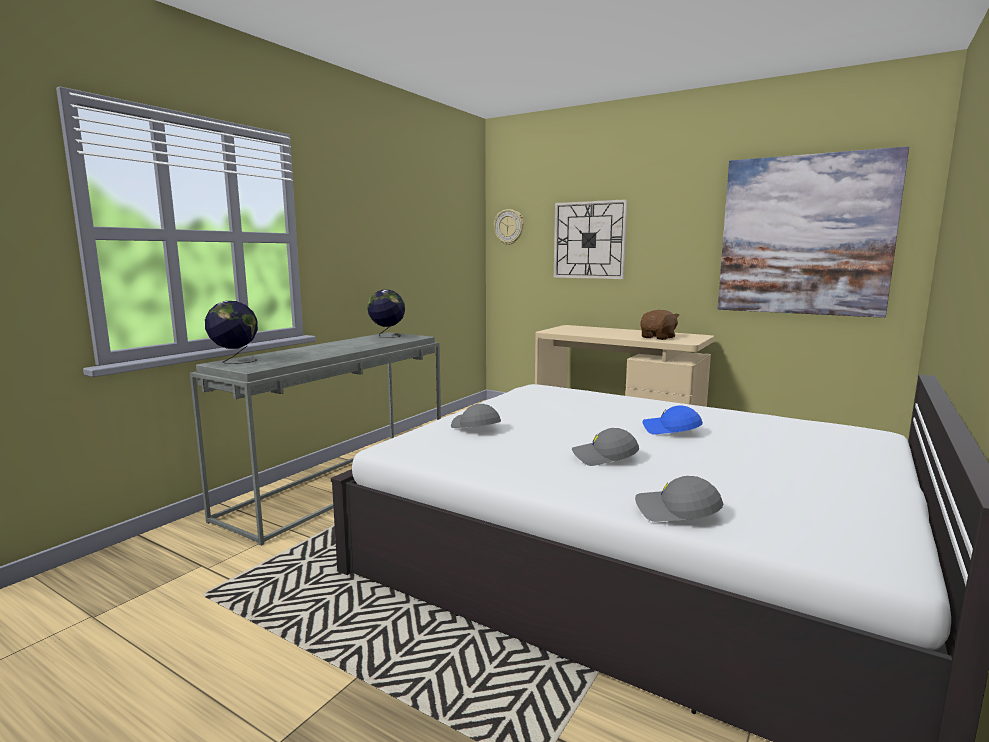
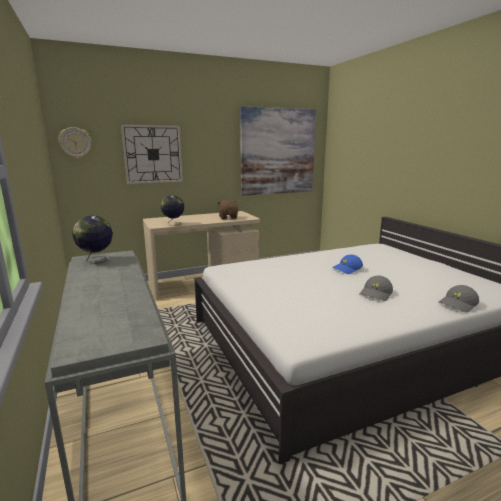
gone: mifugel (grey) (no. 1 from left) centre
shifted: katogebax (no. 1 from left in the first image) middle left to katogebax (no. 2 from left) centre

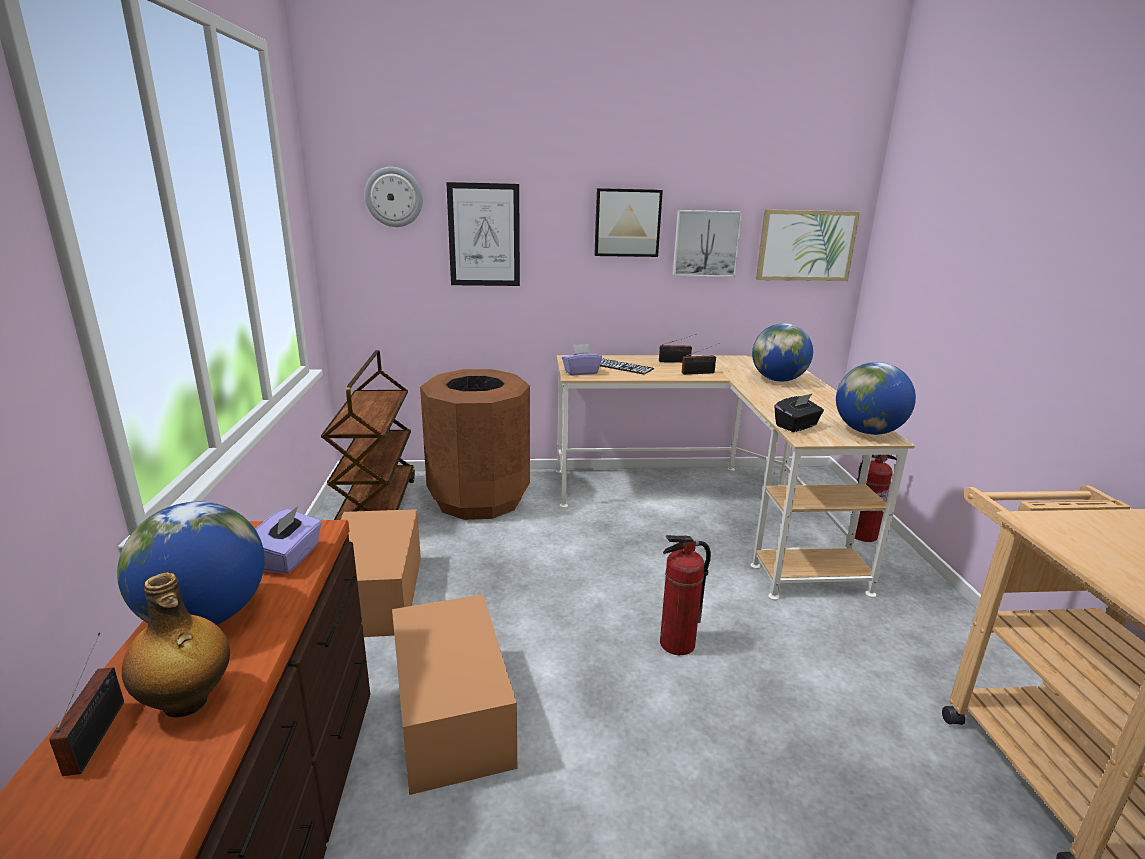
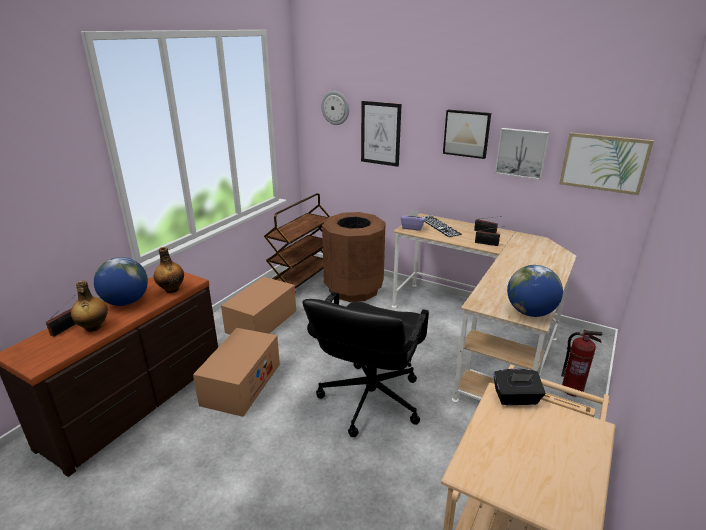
gone: katogebax (no. 2 from left) middle right
shifted: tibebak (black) middle right to bottom right
swapped: tibebak (purple) (no. 1 from left) middle left to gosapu (no. 2 from left) middle left; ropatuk (no. 1 from left) bottom centre to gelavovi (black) bottom centre

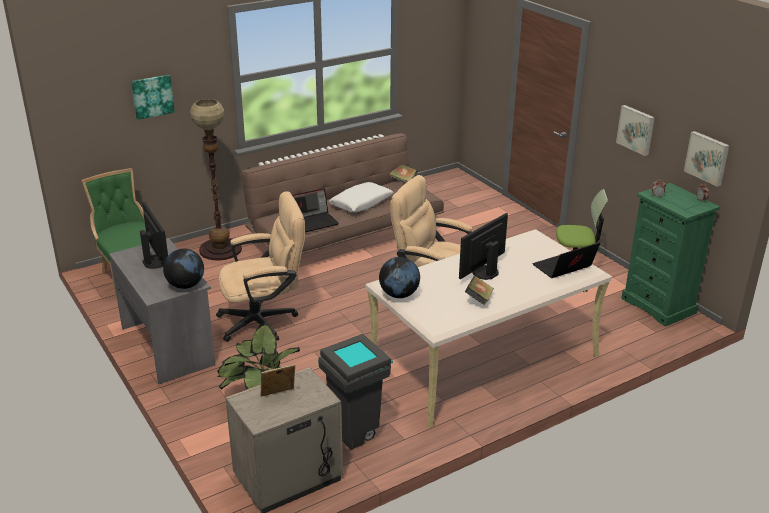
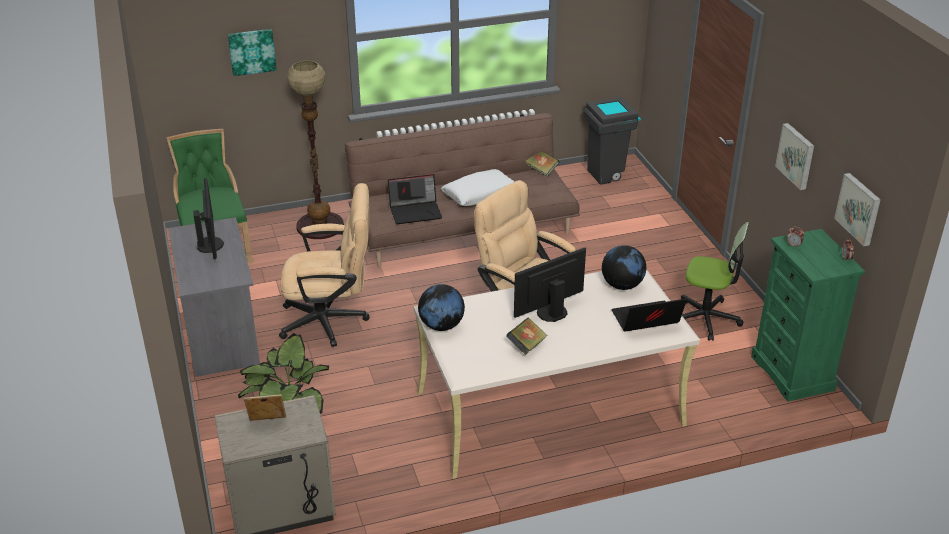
shifted: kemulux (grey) bottom centre to top centre; katogebax (no. 1 from left in the first image) middle left to katogebax (no. 2 from left) centre

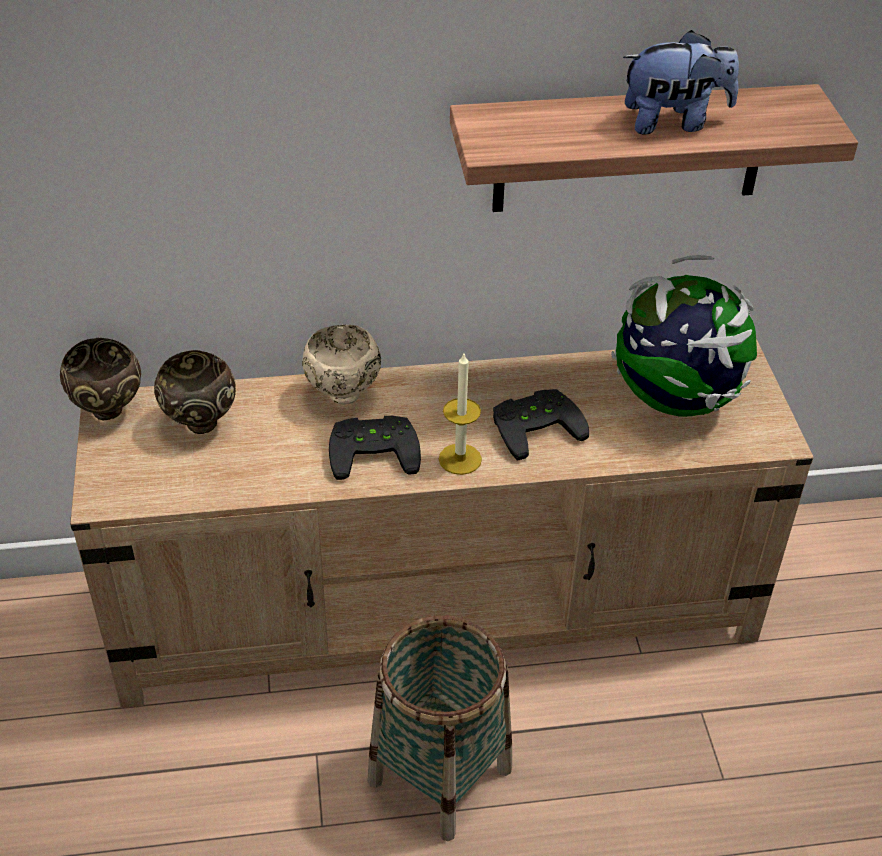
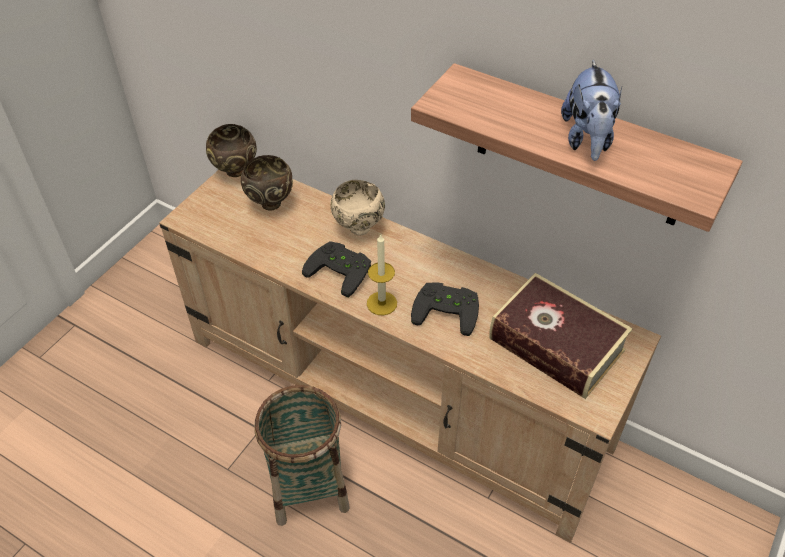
swapped: katogebax middle right to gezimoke middle right
rotated: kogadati top right = top right 60 degrees clockwise

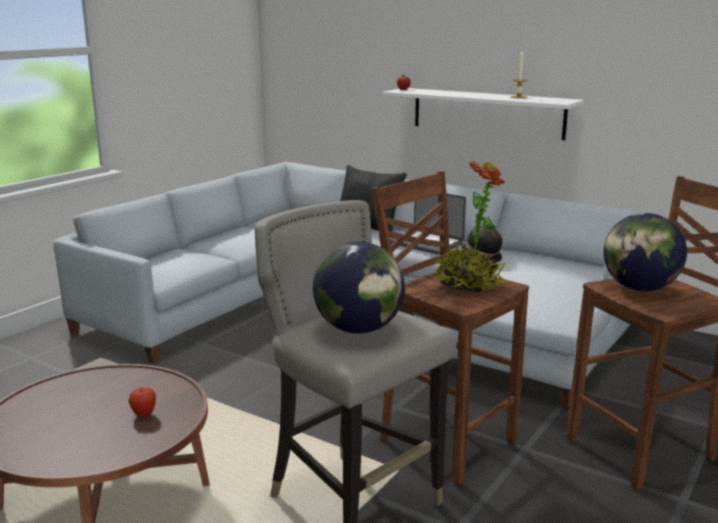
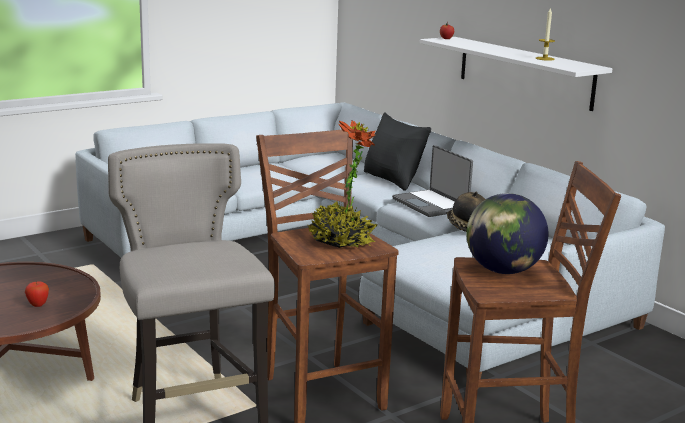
gone: katogebax (no. 1 from left) centre

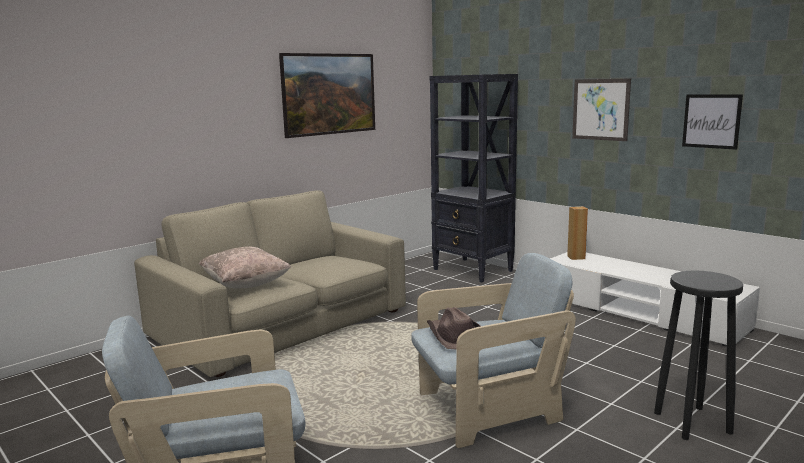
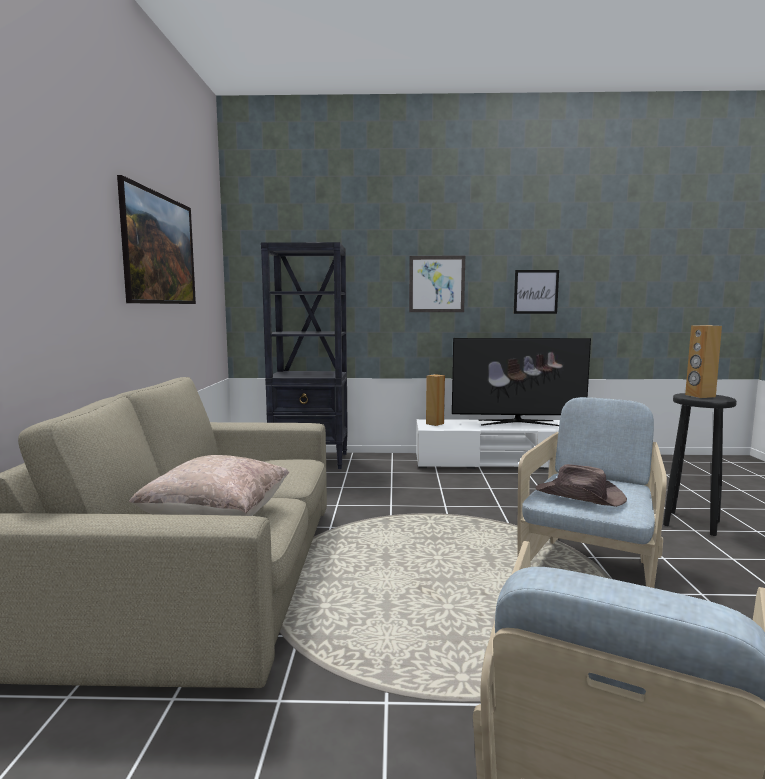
new: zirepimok middle right; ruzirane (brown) (no. 2 from left) middle right

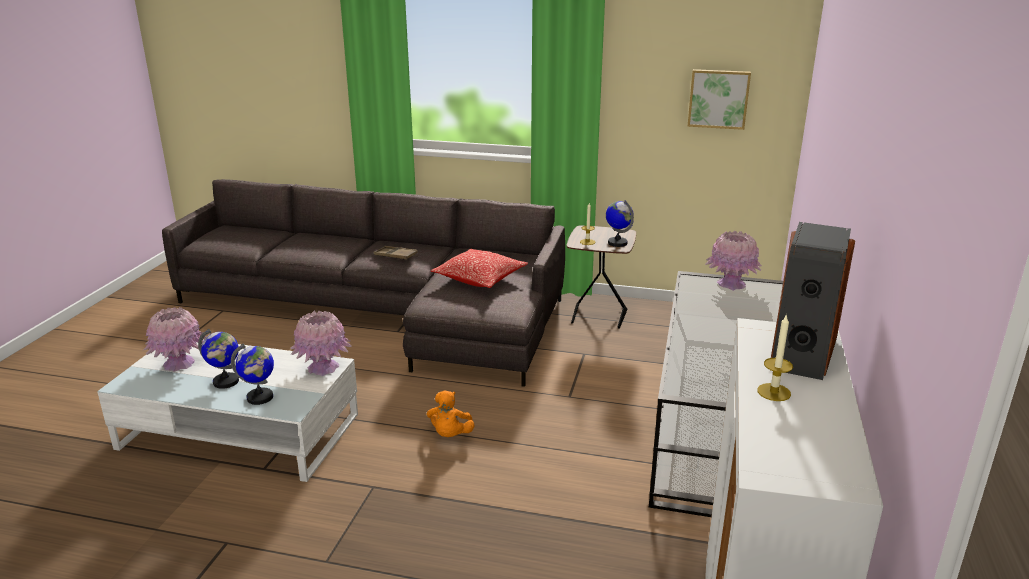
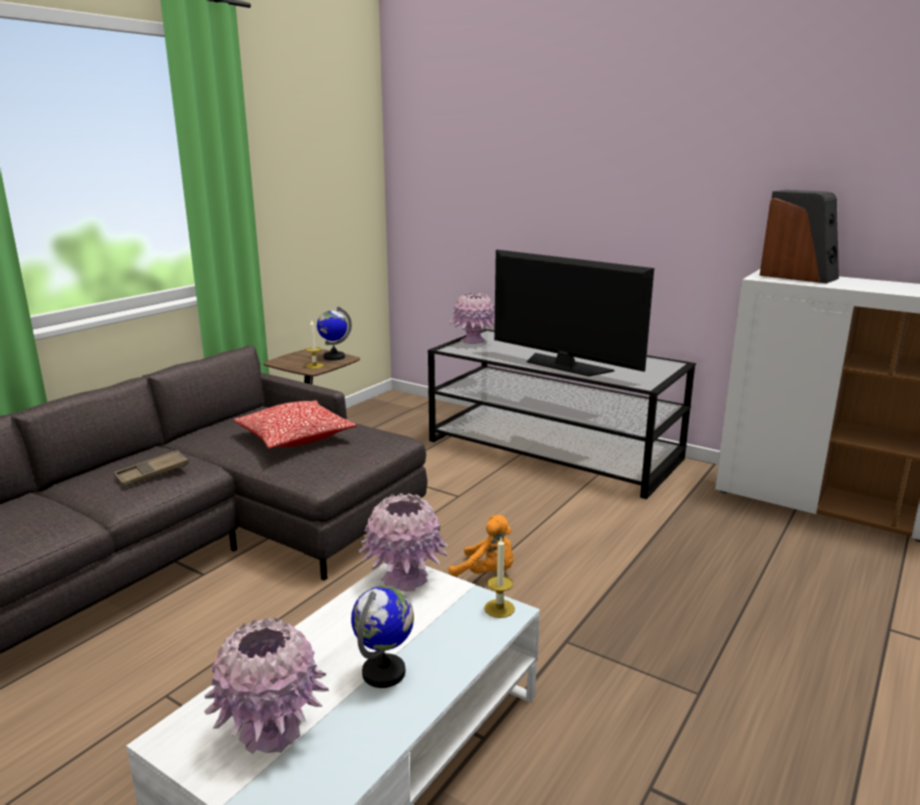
gone: katogebax (no. 2 from left) middle left; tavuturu top right
new: zirepimok centre
shifted: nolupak (no. 2 from left) middle right to bottom centre

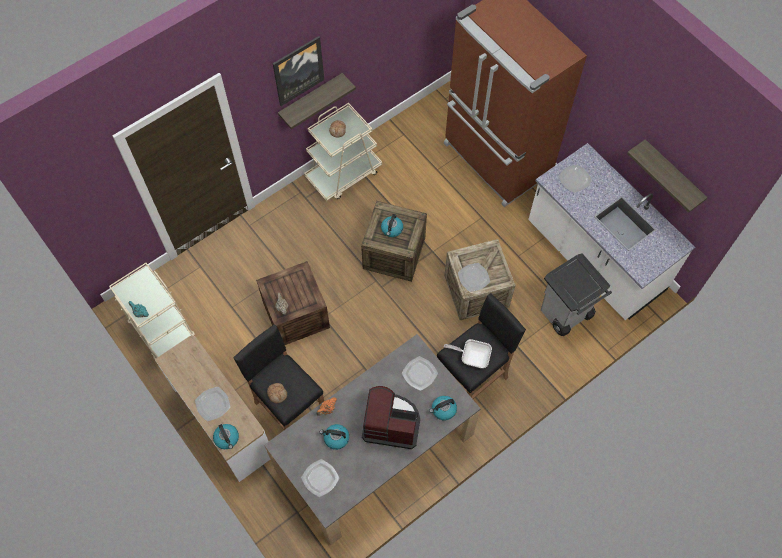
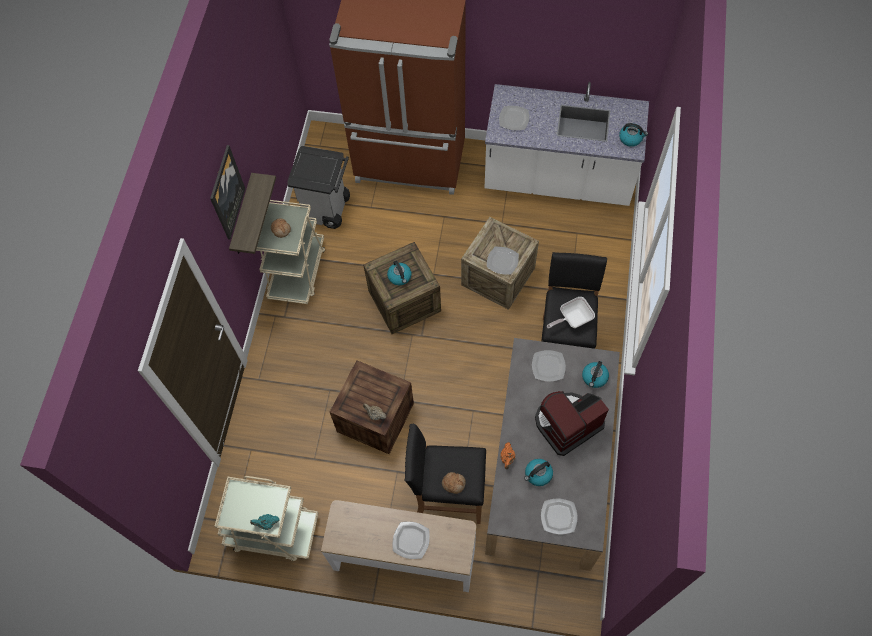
gone: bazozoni (no. 2 from left) top right
shifted: kemulux (grey) middle right to top centre; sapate (no. 1 from left in the first image) bottom left to sapate (no. 4 from left) top right

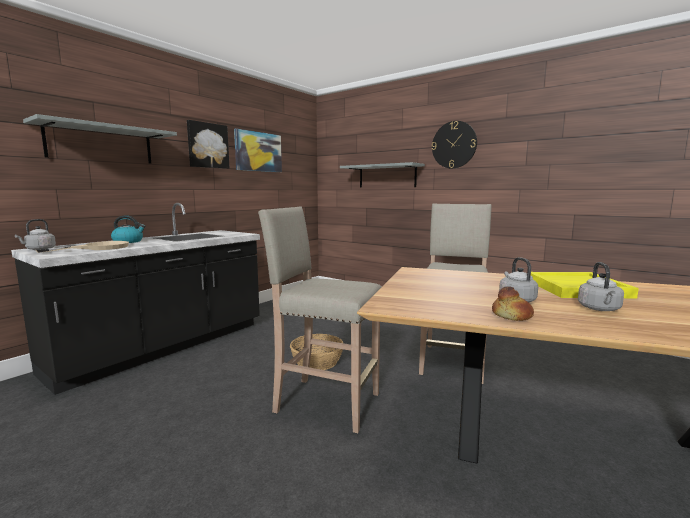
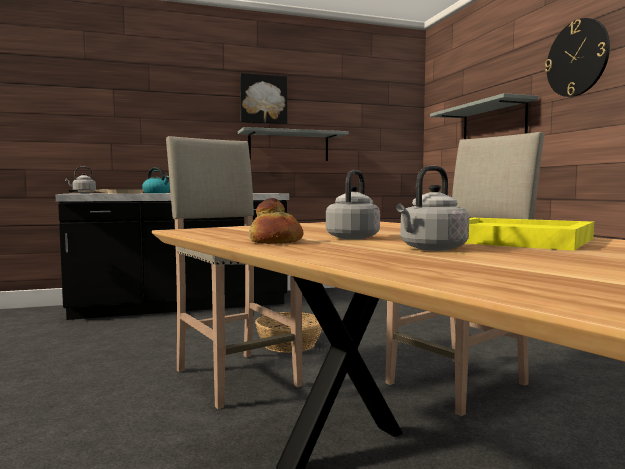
gone: tavuturu (no. 2 from left) top centre
shifted: bazozoni (grey) (no. 1 from left) top left to top centre

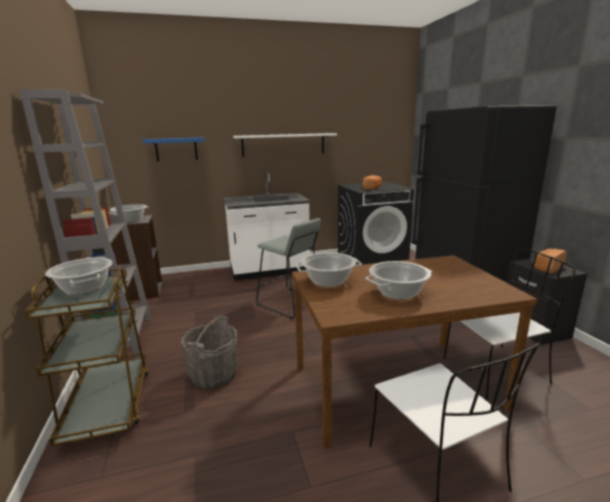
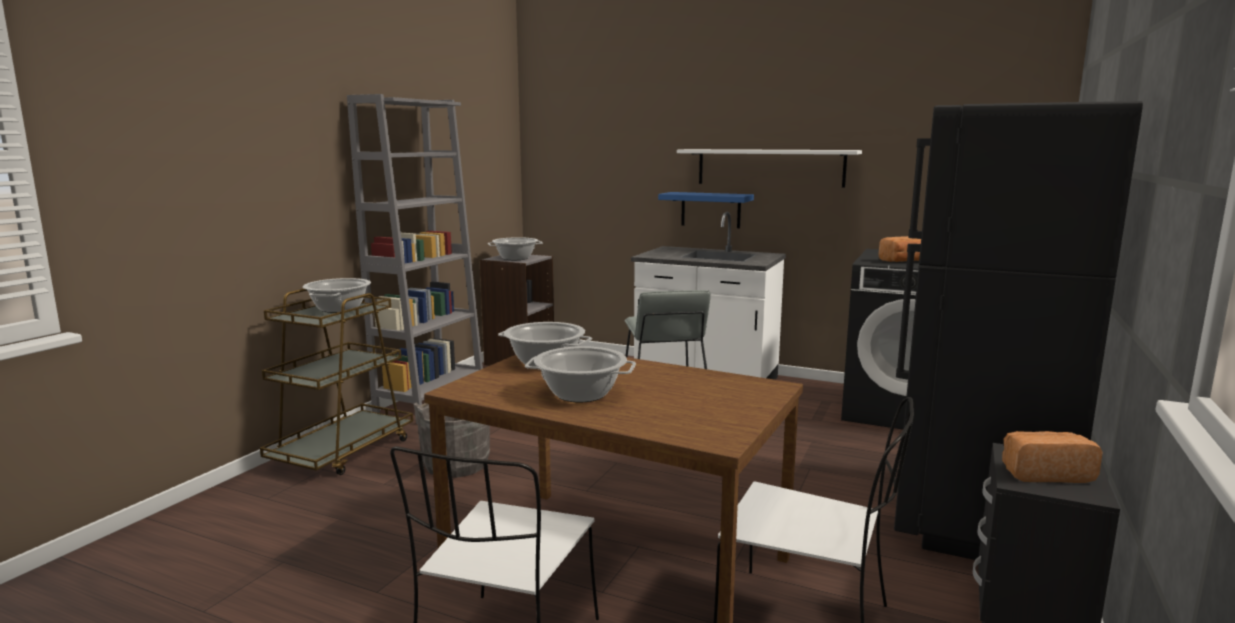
shifted: bazozoni (blue) top left to centre

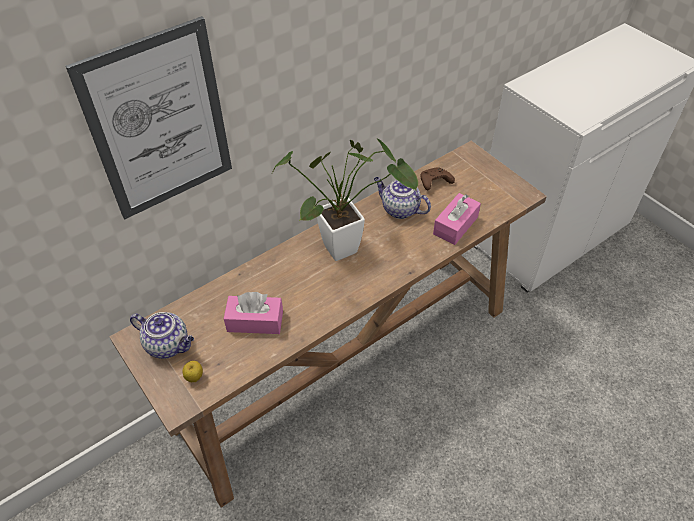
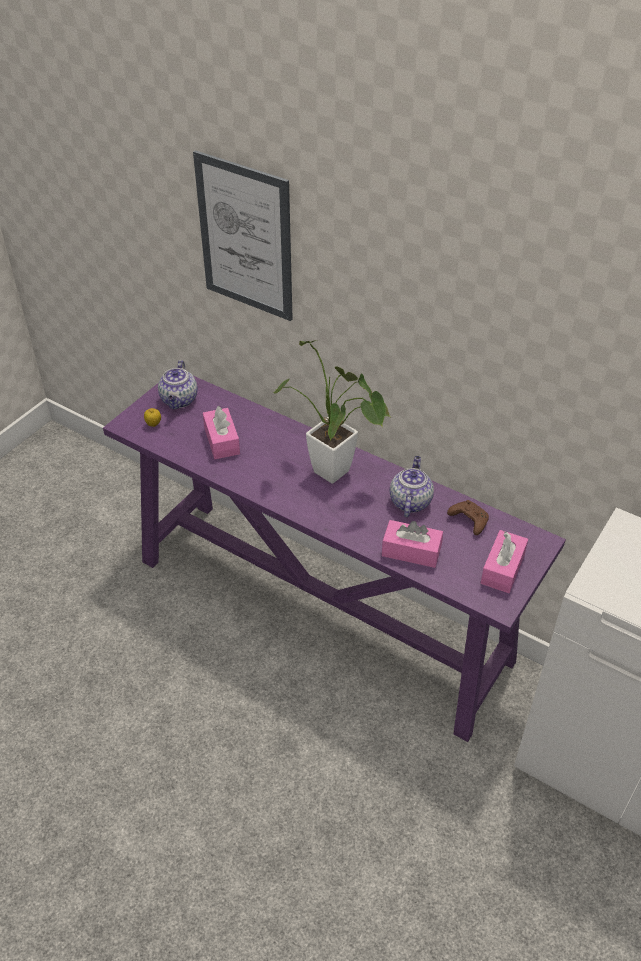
new: tibebak (pink) (no. 3 from left) middle right
repainted: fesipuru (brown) centre to fesipuru (purple) centre

